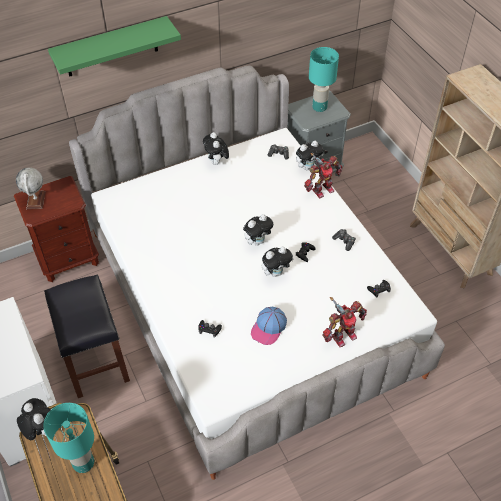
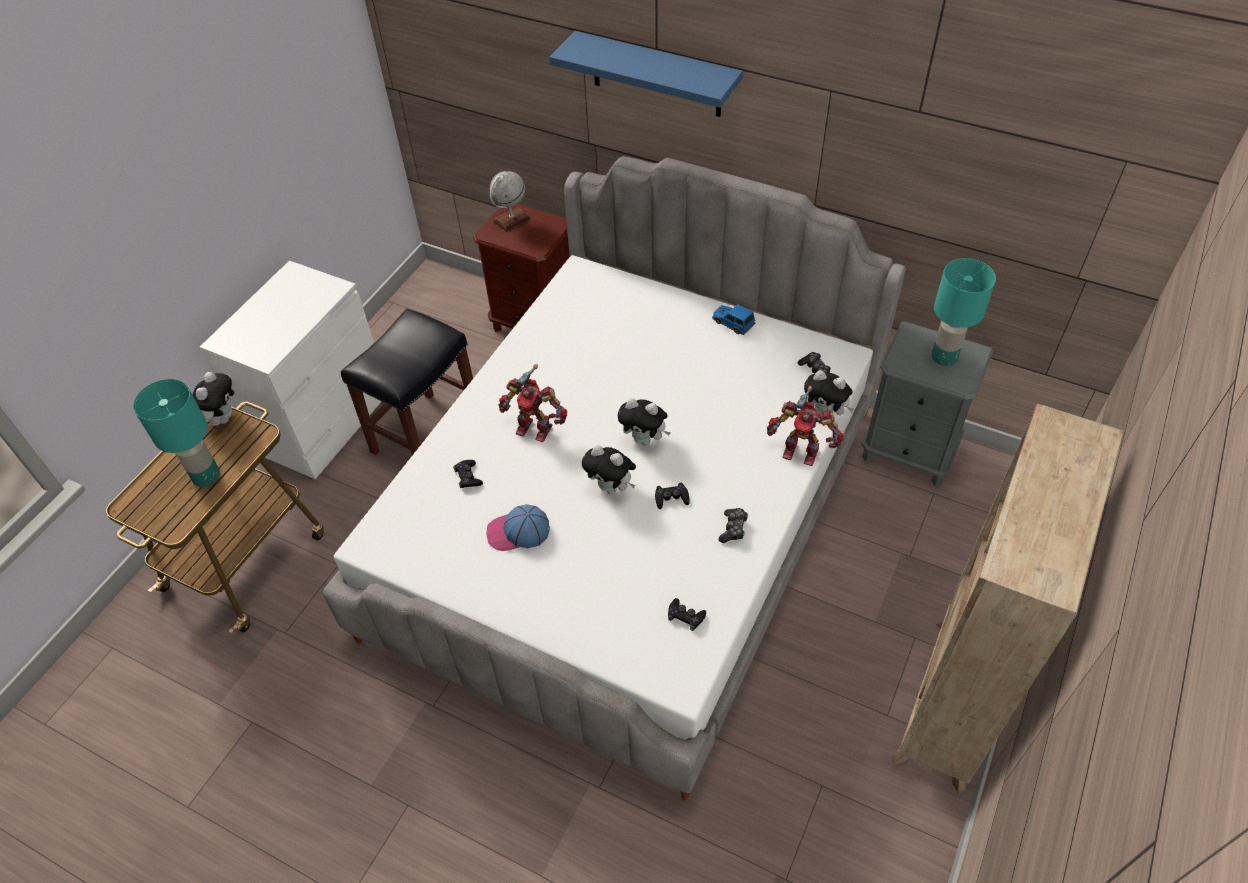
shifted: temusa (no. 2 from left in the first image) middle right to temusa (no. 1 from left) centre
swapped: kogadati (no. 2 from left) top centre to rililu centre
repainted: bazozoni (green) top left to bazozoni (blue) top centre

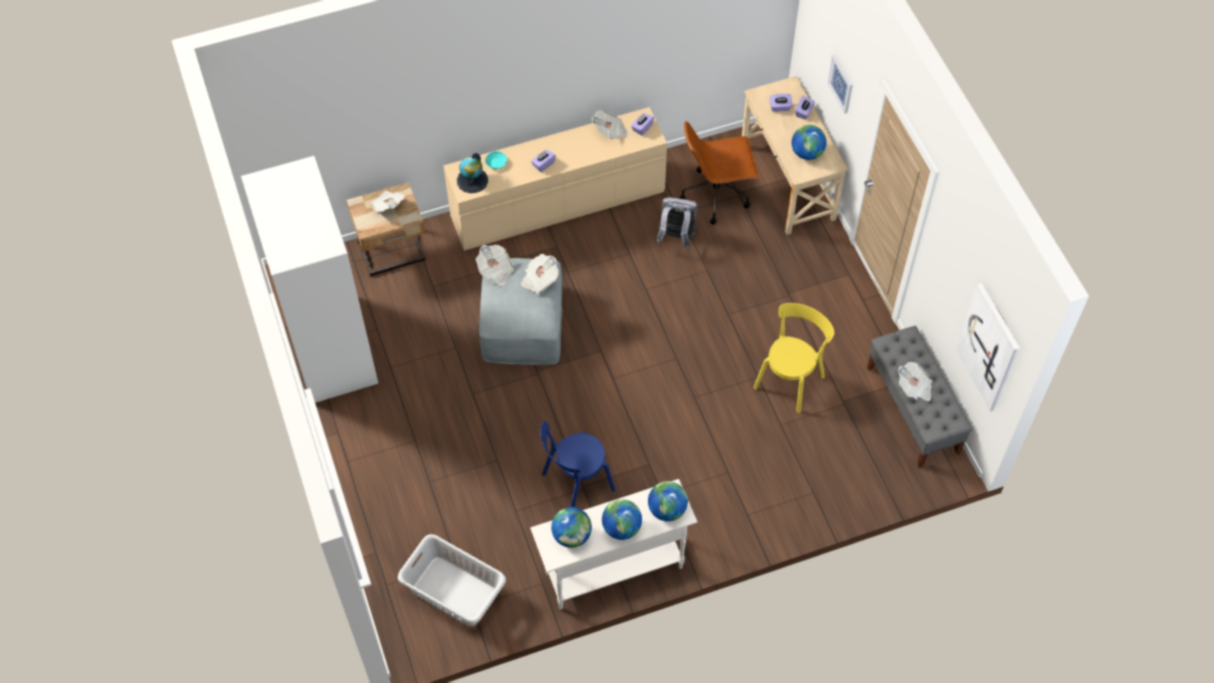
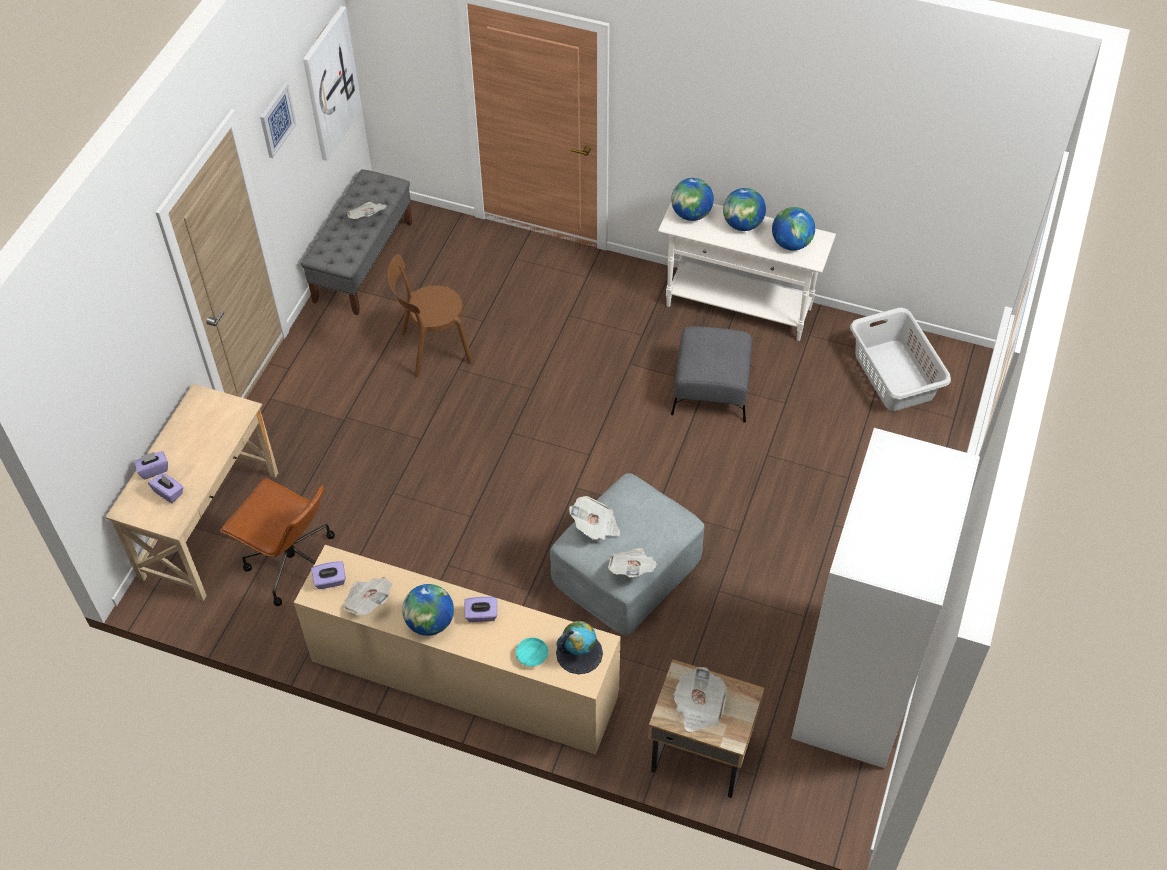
gone: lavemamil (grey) top centre
shifted: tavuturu (no. 1 from left) top right to top left; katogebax (no. 5 from left in the first image) top centre to katogebax (no. 1 from left) bottom centre
swapped: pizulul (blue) bottom centre to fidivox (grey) (no. 2 from left) centre
repainted: pizulul (yellow) centre to pizulul (brown) centre

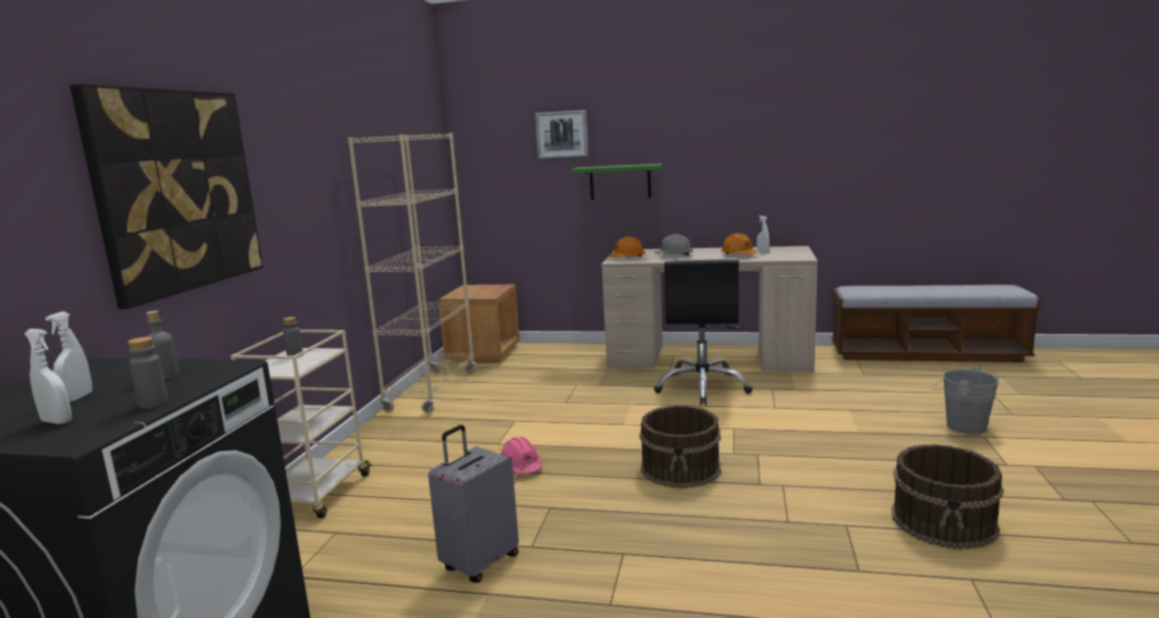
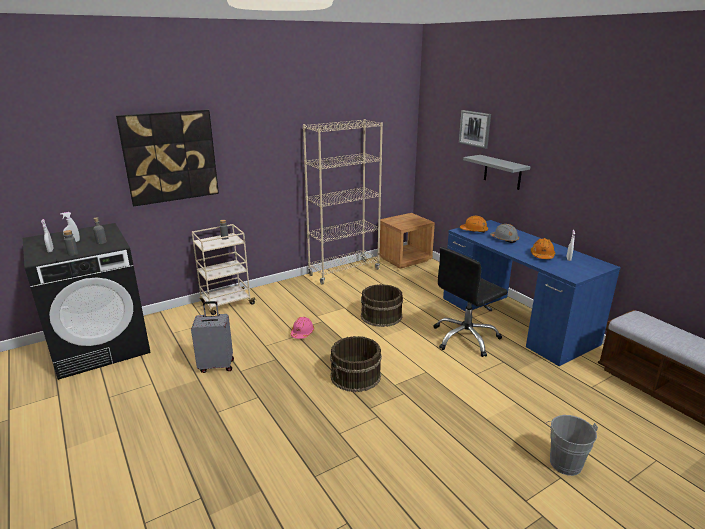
shifted: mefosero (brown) (no. 2 from left) bottom right to centre
repainted: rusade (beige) centre to rusade (blue) middle right; bazozoni (green) top centre to bazozoni (grey) top right

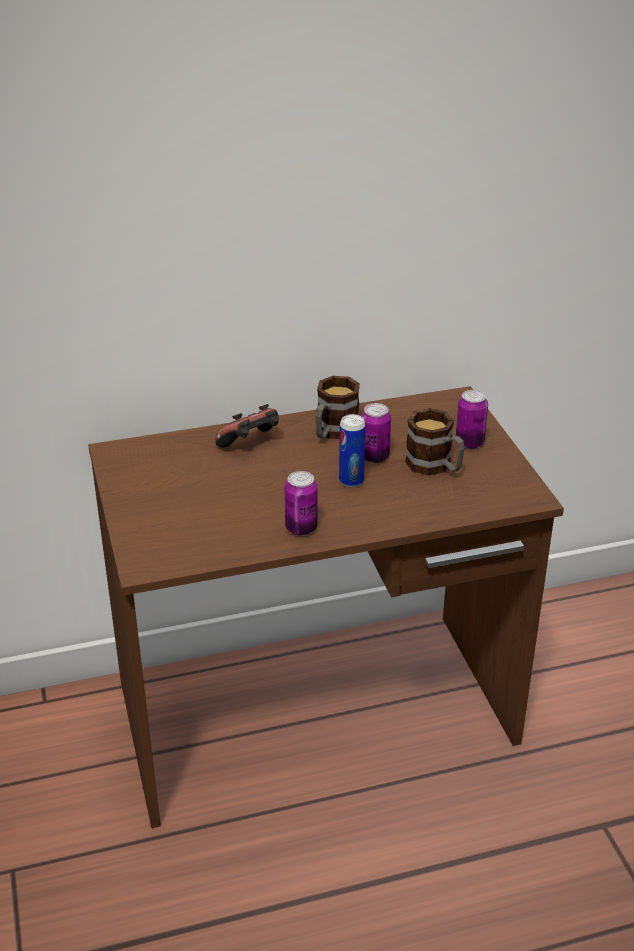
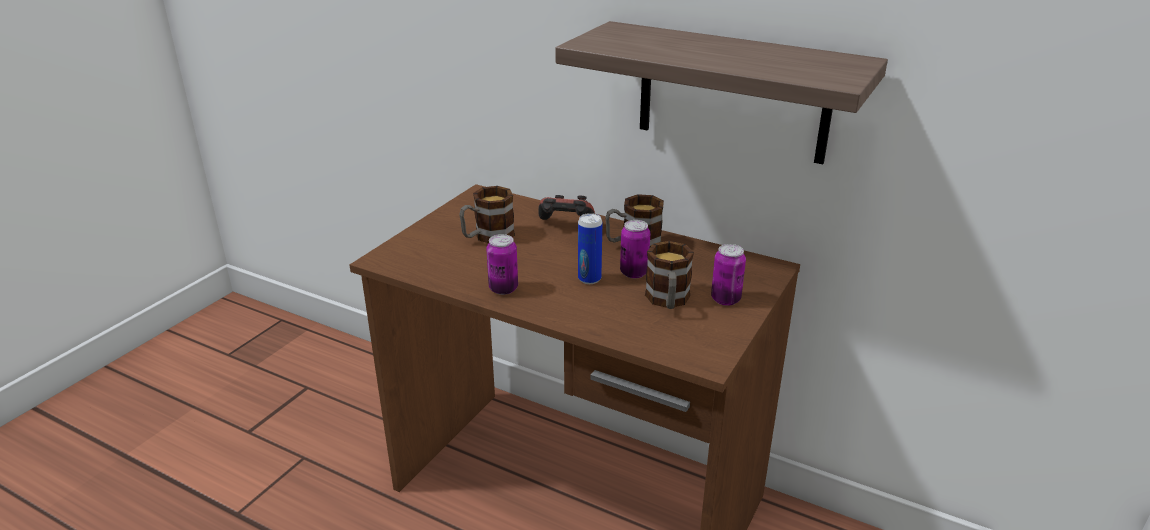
new: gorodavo (no. 1 from left) centre; bazozoni top centre

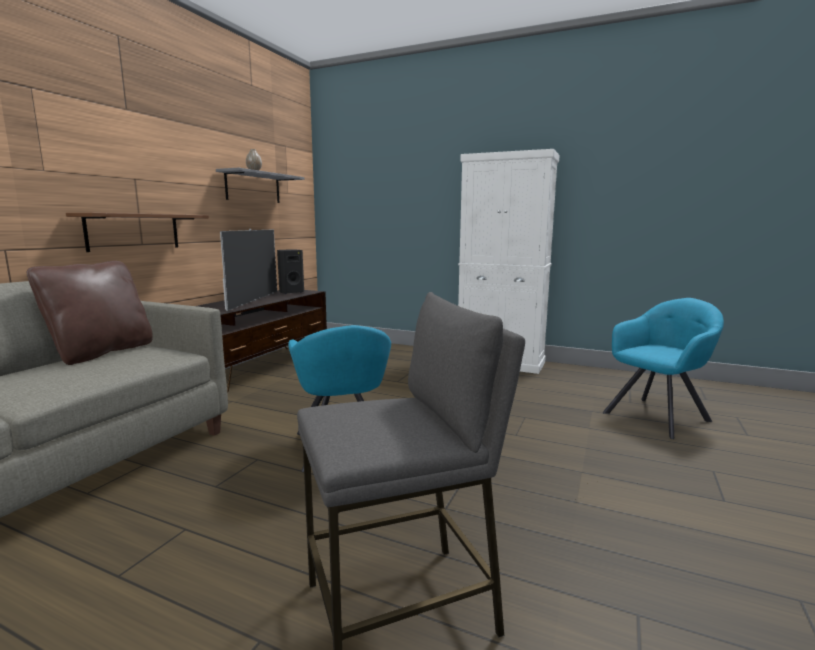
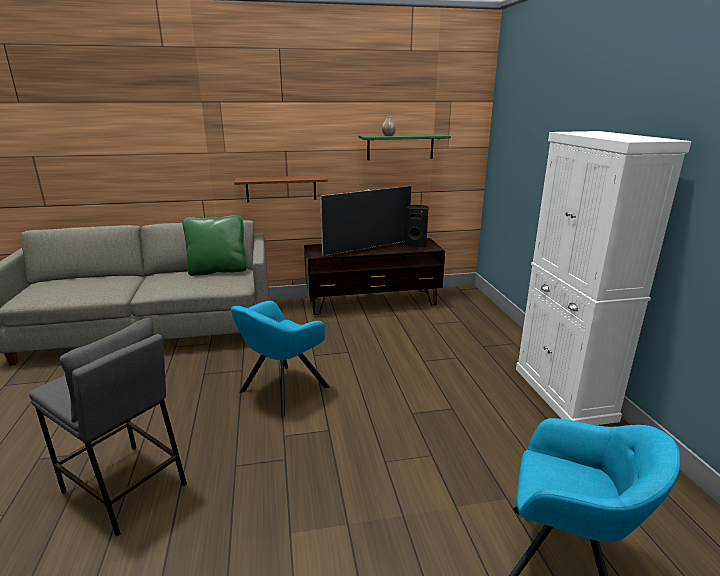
repainted: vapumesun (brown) middle left to vapumesun (green) middle left; bazozoni (grey) top left to bazozoni (green) top centre

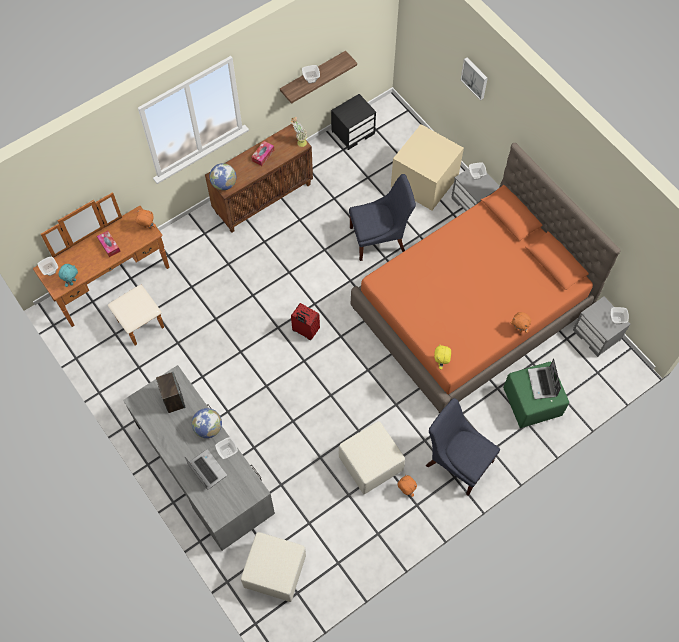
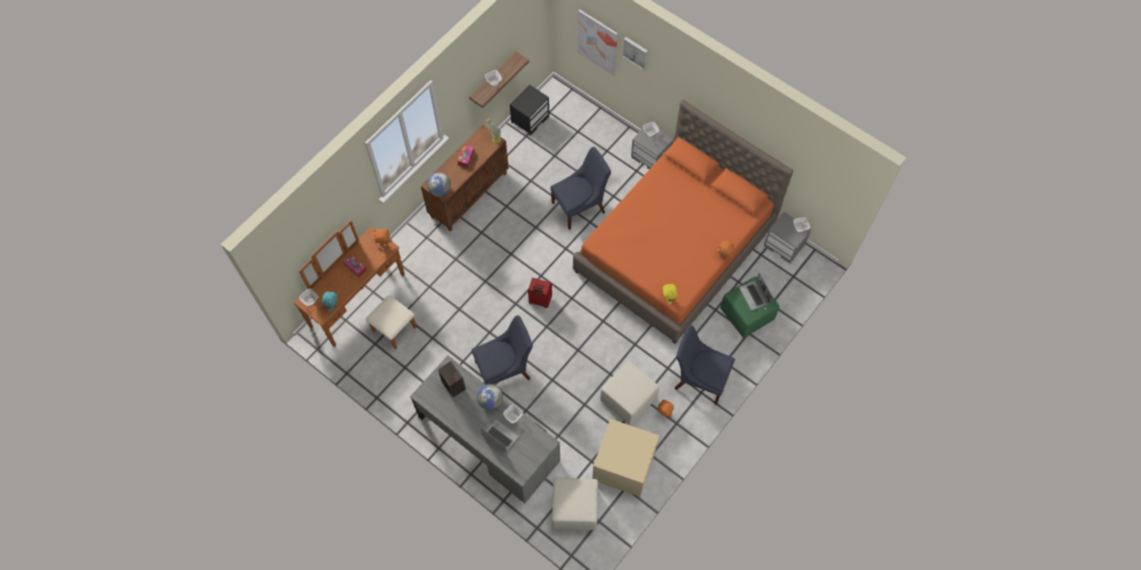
new: pizulul (blue) (no. 1 from left) centre; tavuturu (no. 1 from left) top centre
shifted: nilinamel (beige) top centre to bottom centre

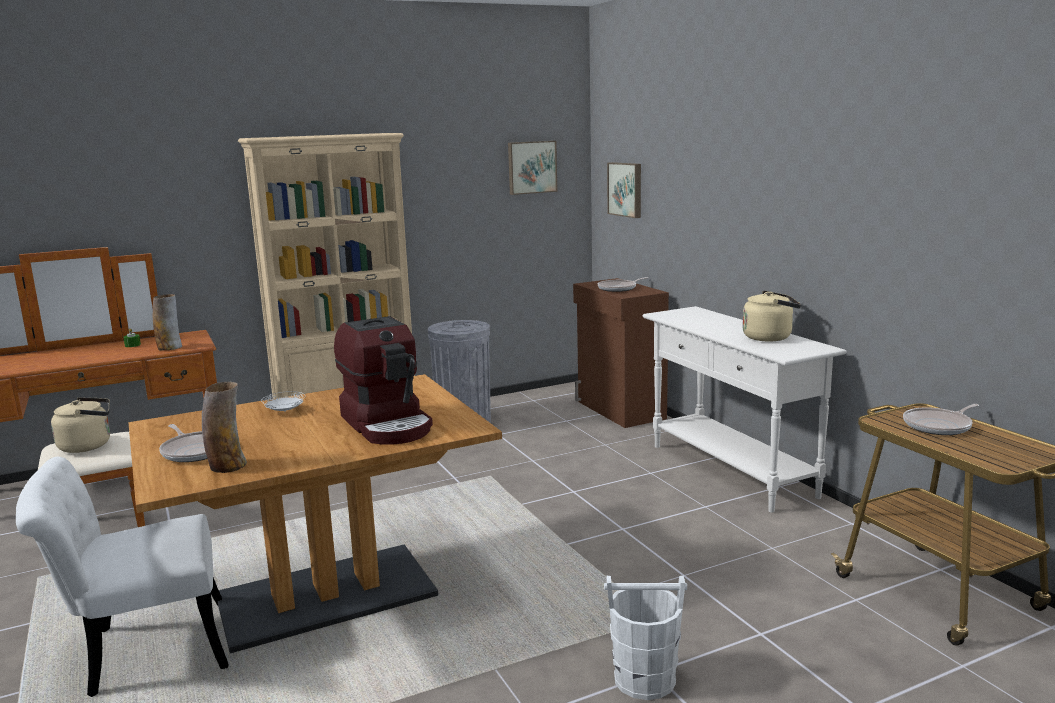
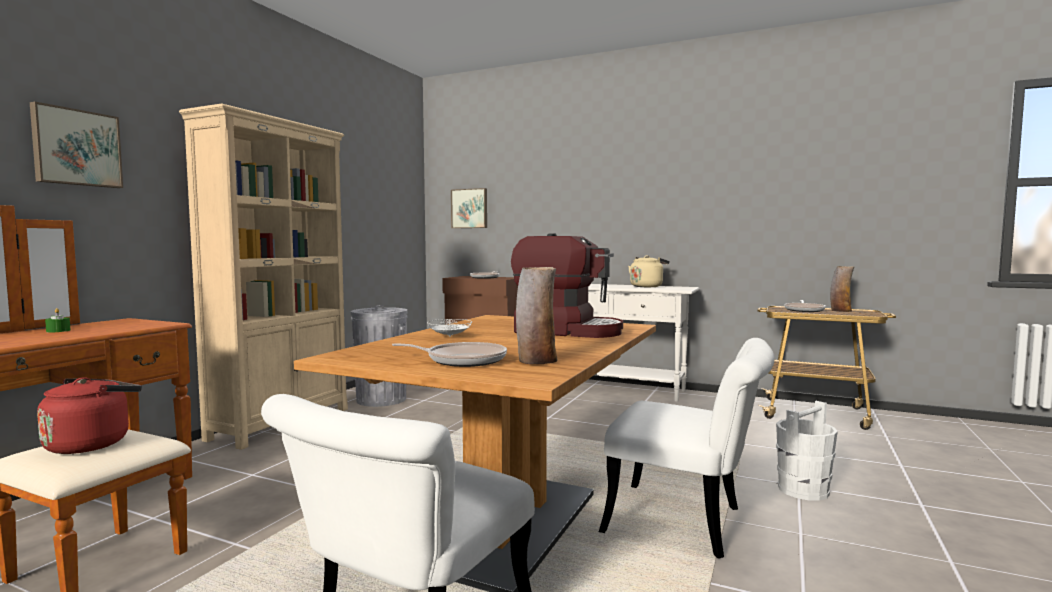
new: pizulul (white) (no. 2 from left) bottom centre
shifted: tavuturu (no. 1 from left) top centre to top left; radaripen (no. 1 from left in the first image) middle left to radaripen (no. 2 from left) middle right
repainted: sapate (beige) (no. 1 from left) middle left to sapate (red) bottom left

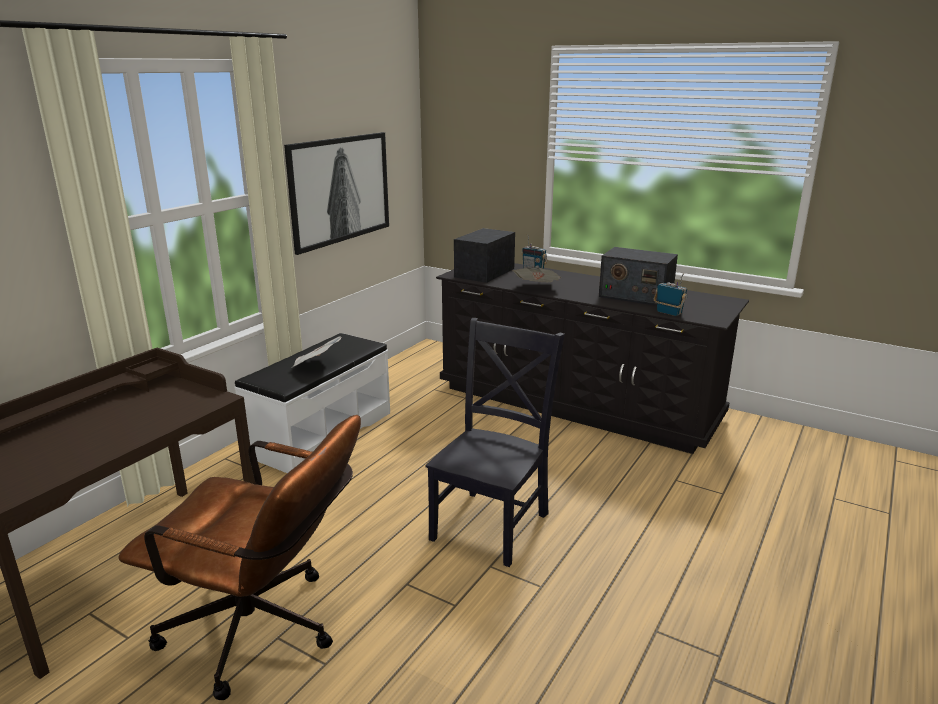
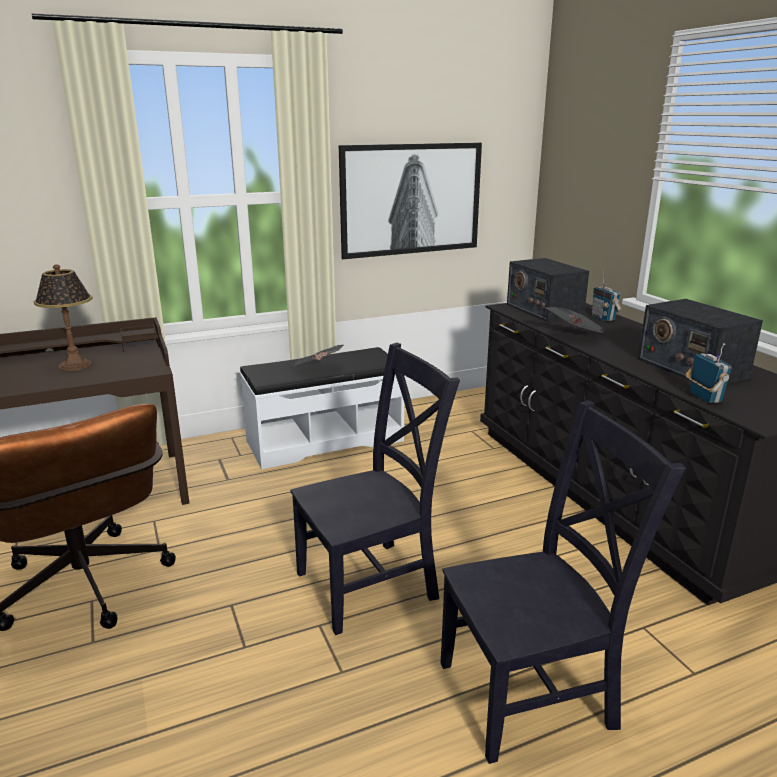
new: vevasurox middle left; pizulul (black) (no. 2 from left) bottom right
rotated: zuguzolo (no. 1 from left) centre = middle right 90 degrees counterclockwise

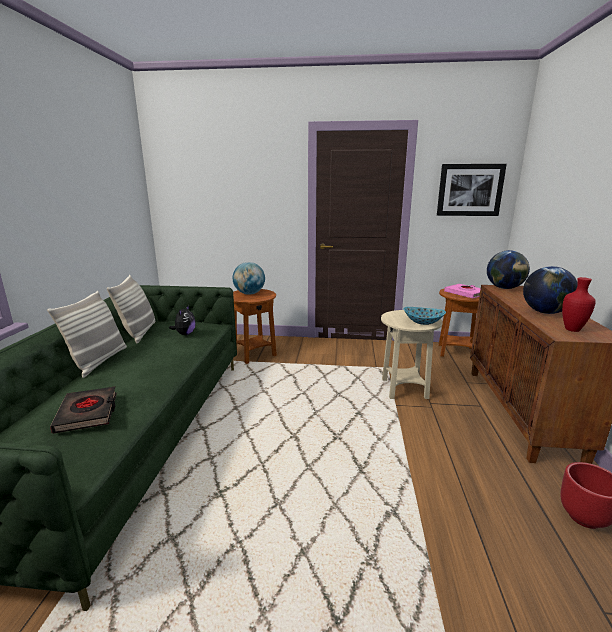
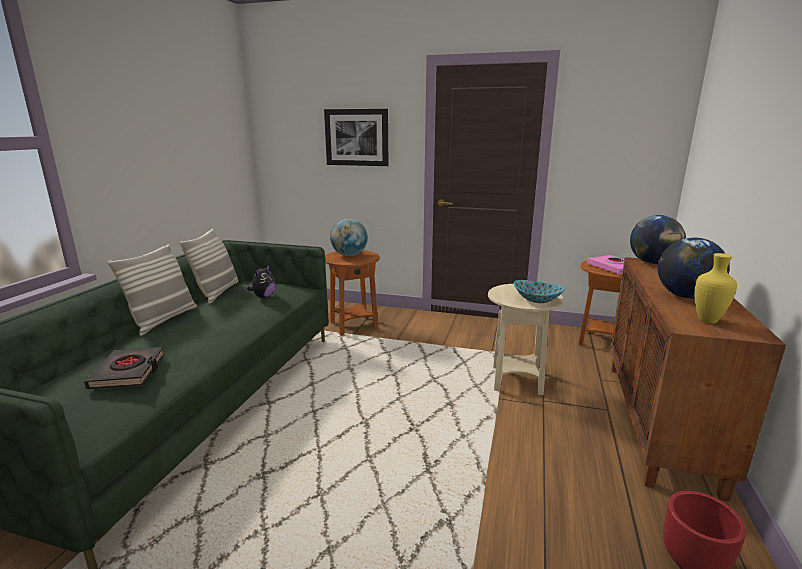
shifted: tavuturu top right to top centre
repainted: radaripen (red) middle right to radaripen (yellow) middle right

